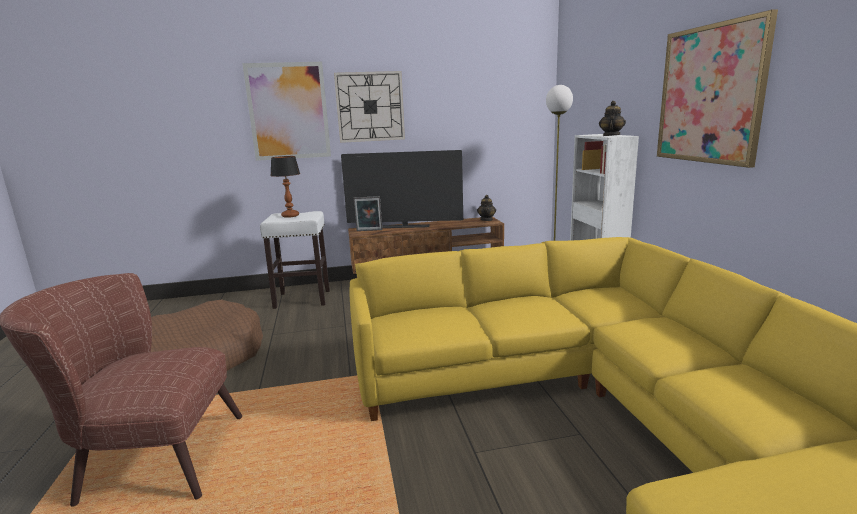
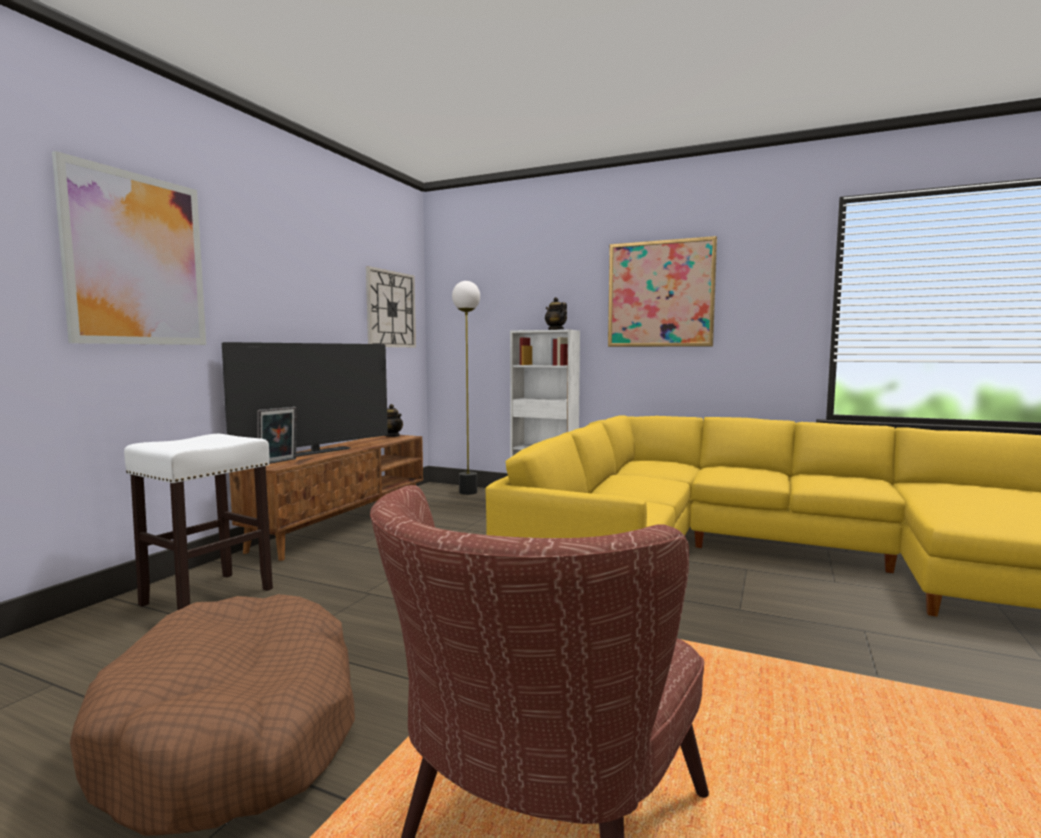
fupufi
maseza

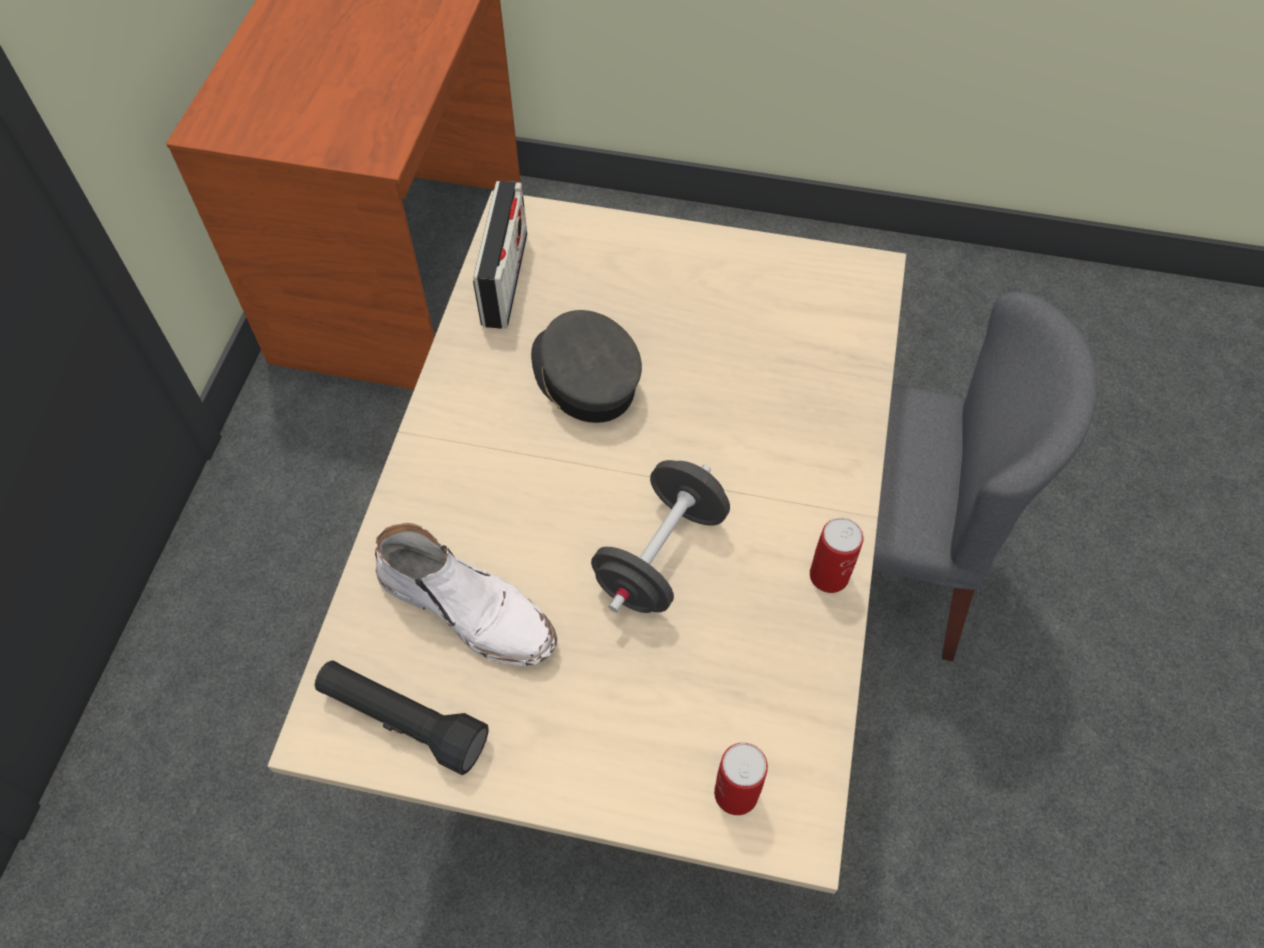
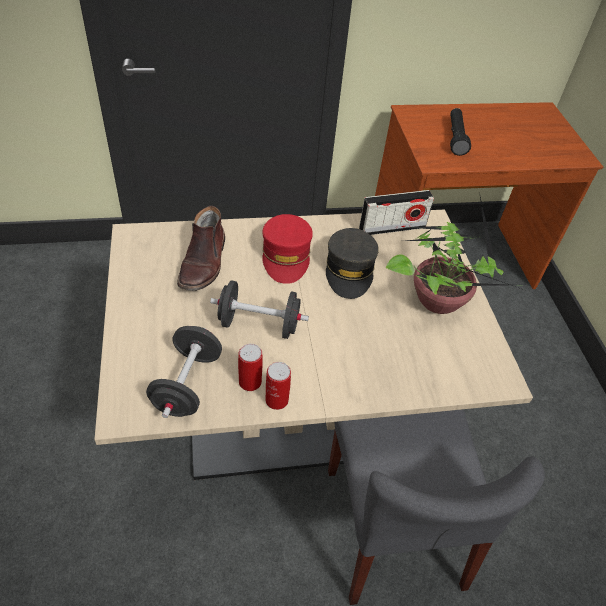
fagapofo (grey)
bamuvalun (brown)
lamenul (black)
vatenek (no. 1 from left)
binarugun
fagapofo (red)
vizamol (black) (no. 1 from left)

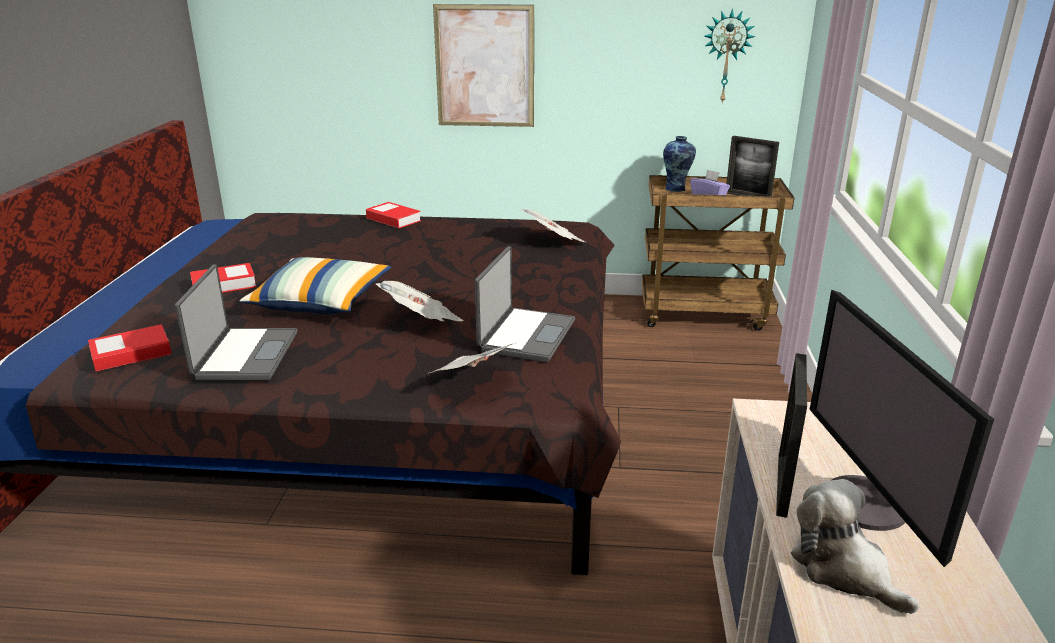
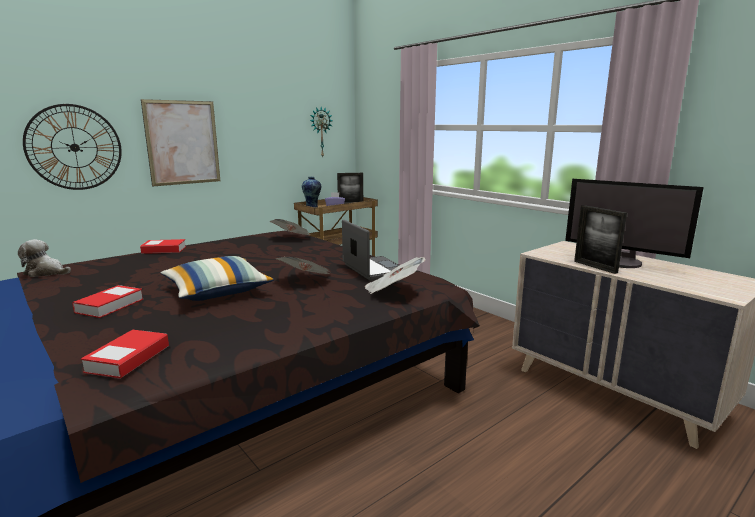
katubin (no. 1 from left in the first image)
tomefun
fupufi (no. 1 from left)

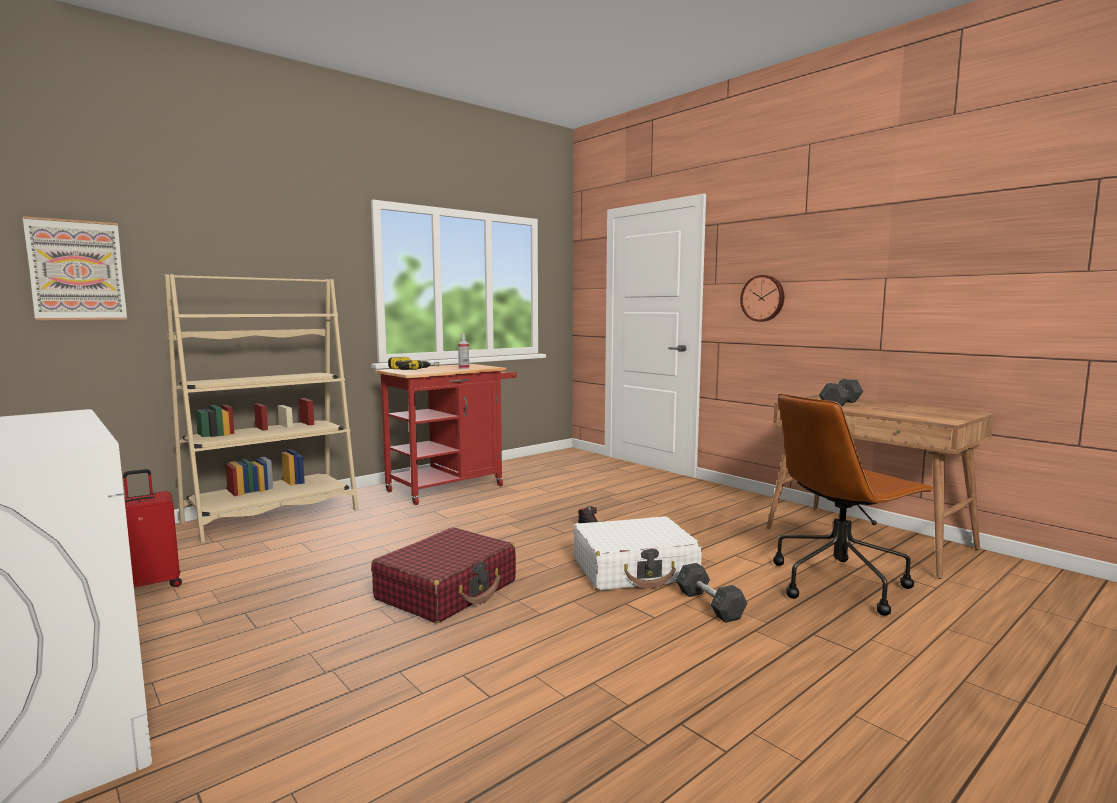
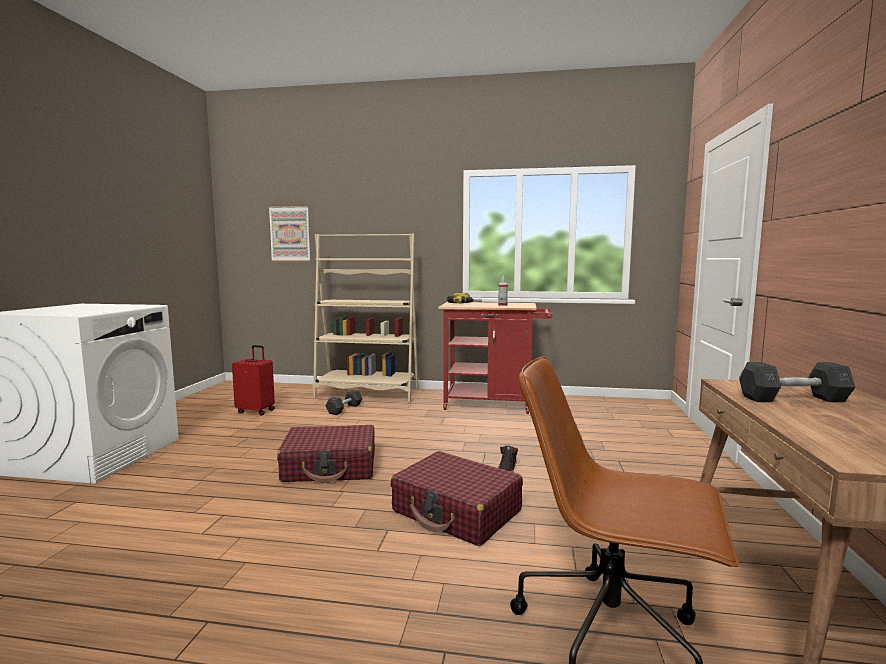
fupufi
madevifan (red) (no. 3 from left)
vizamol (grey) (no. 1 from left)

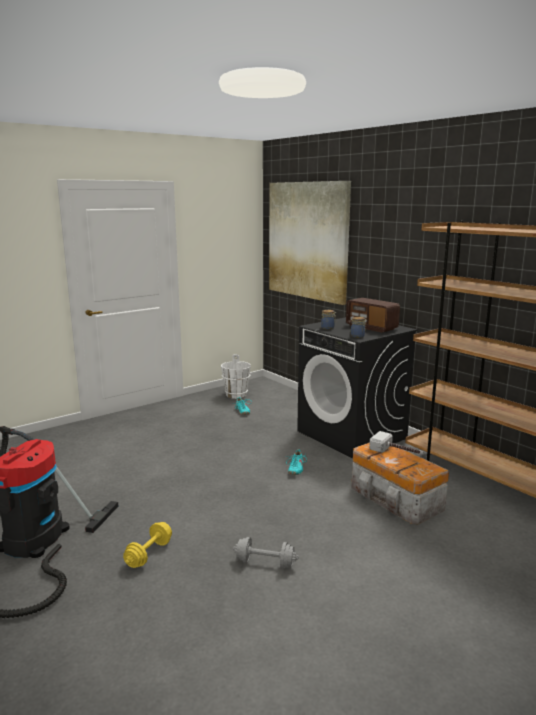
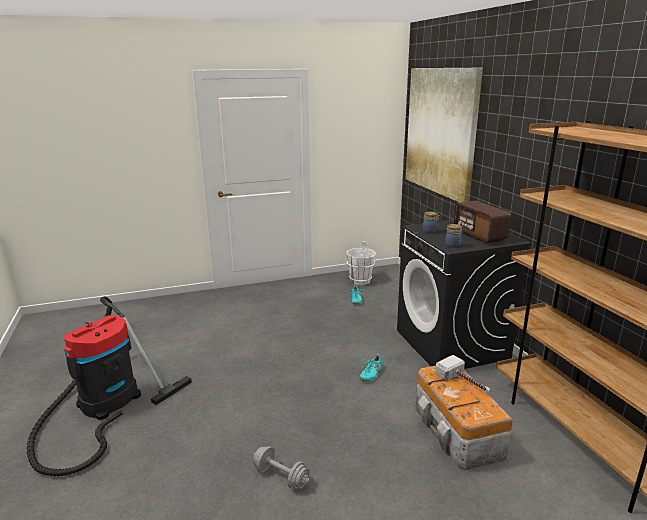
vizamol (yellow)

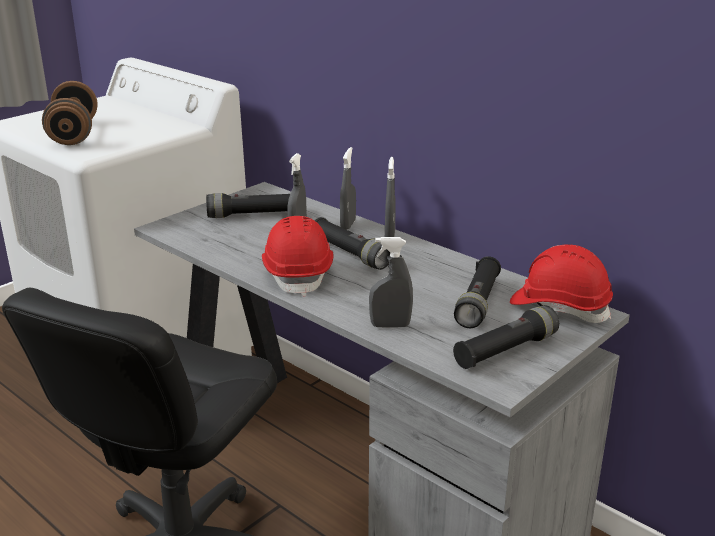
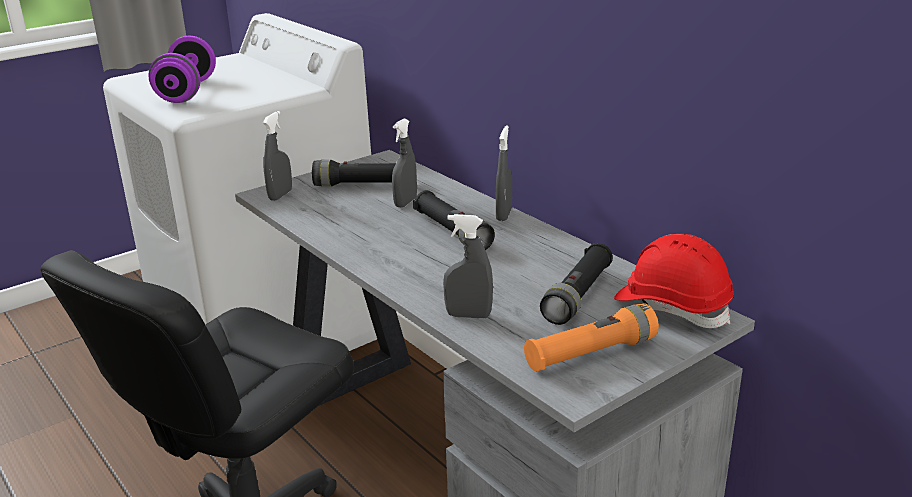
vizamol (purple)
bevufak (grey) (no. 1 from left)
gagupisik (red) (no. 1 from left in the first image)
lamenul (orange)

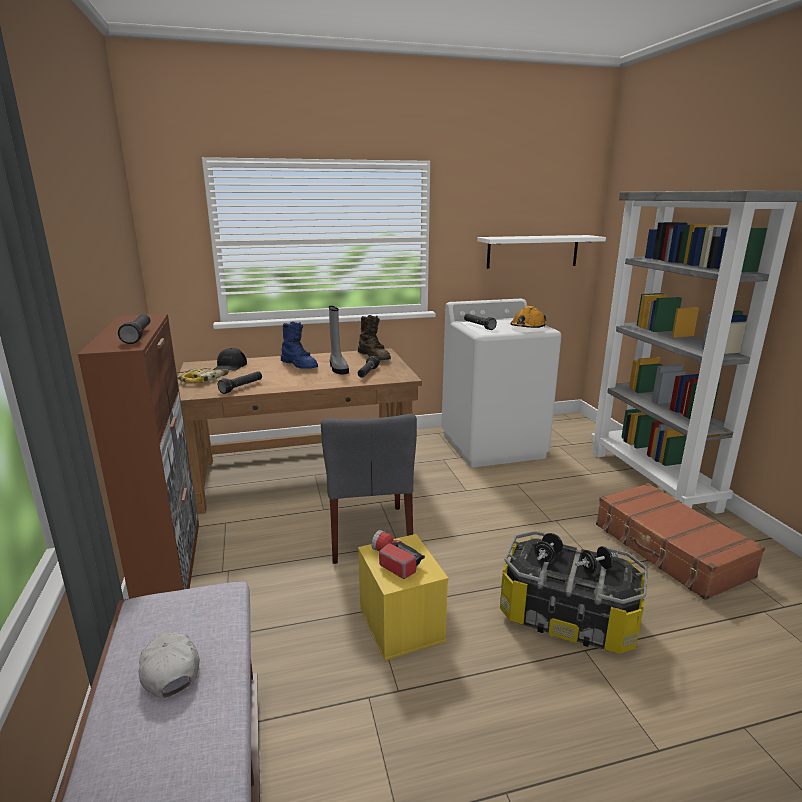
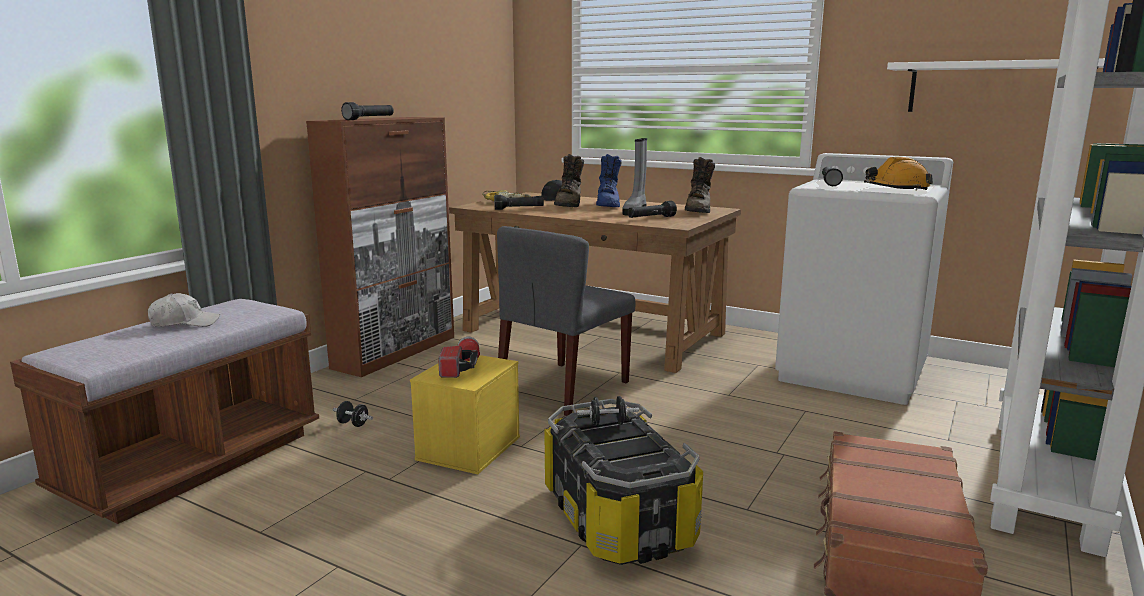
vizamol (black) (no. 1 from left)
fagapofo (white)
bamuvalun (brown) (no. 1 from left)

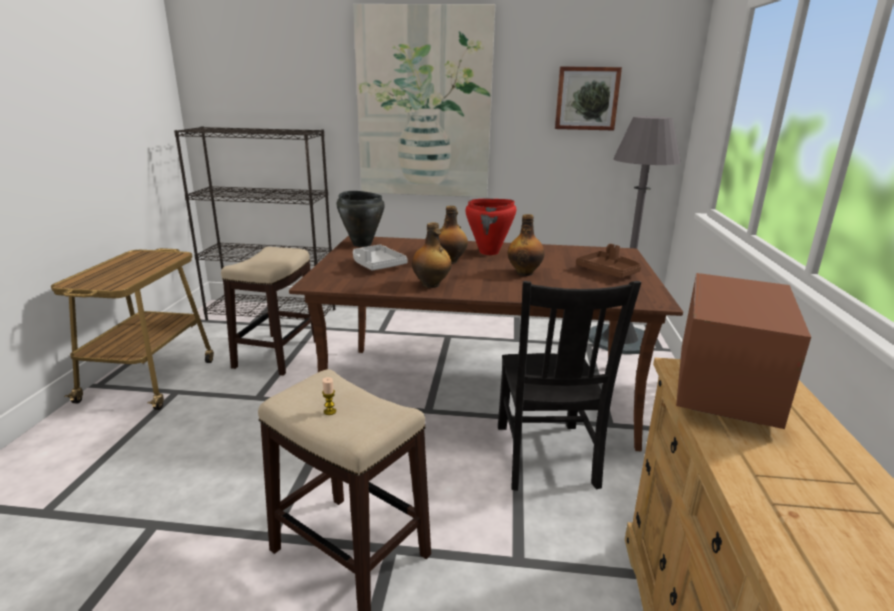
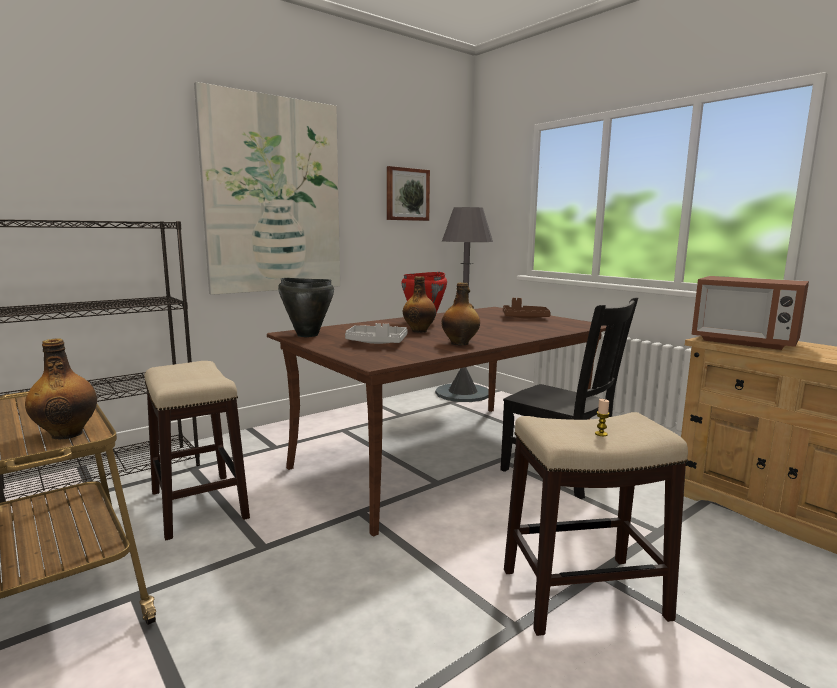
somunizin (no. 1 from left)
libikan

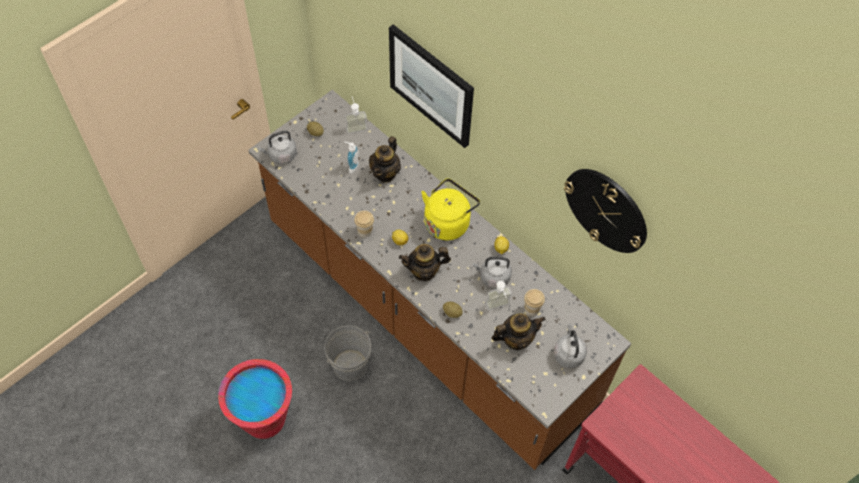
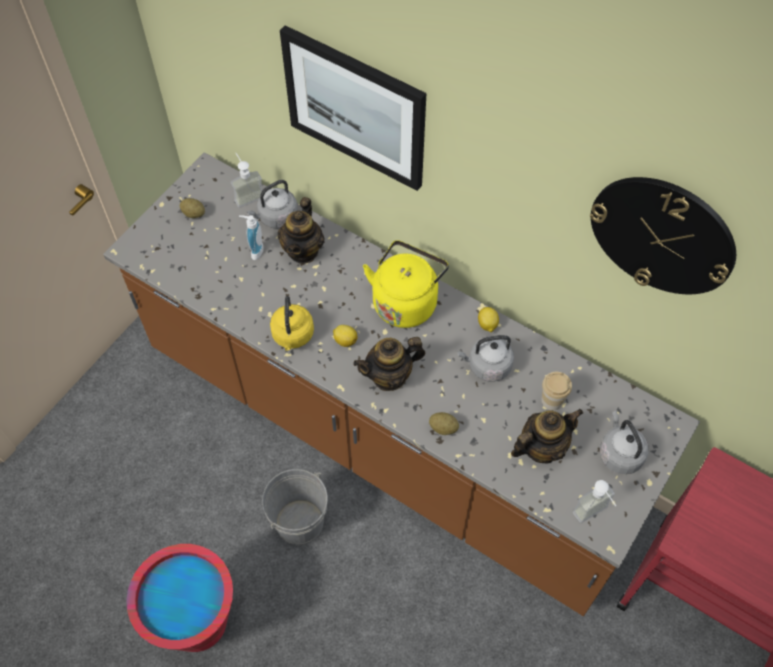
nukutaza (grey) (no. 1 from left)
nukutaza (yellow) (no. 1 from left)
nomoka (no. 3 from left)

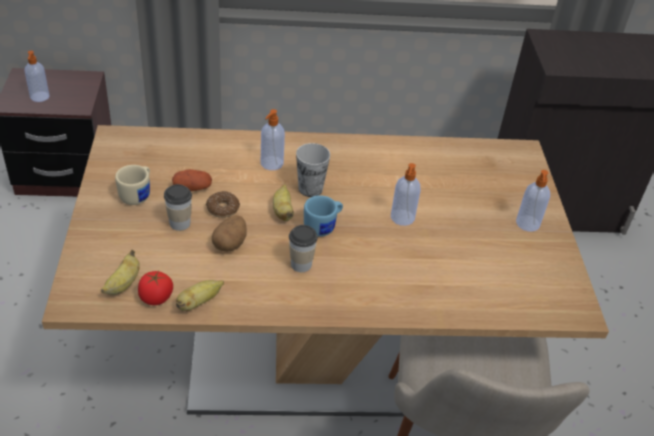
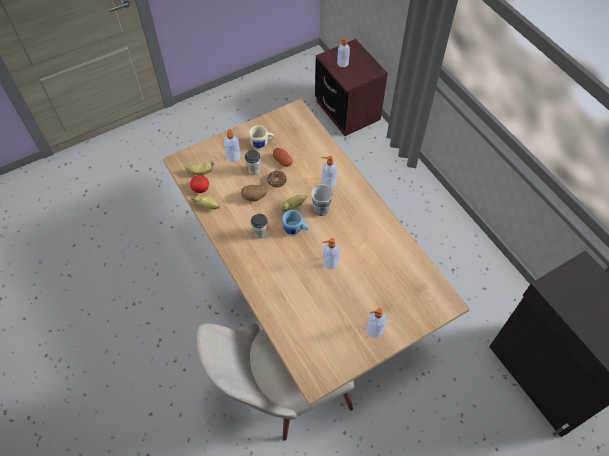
nomoka (no. 1 from left)

